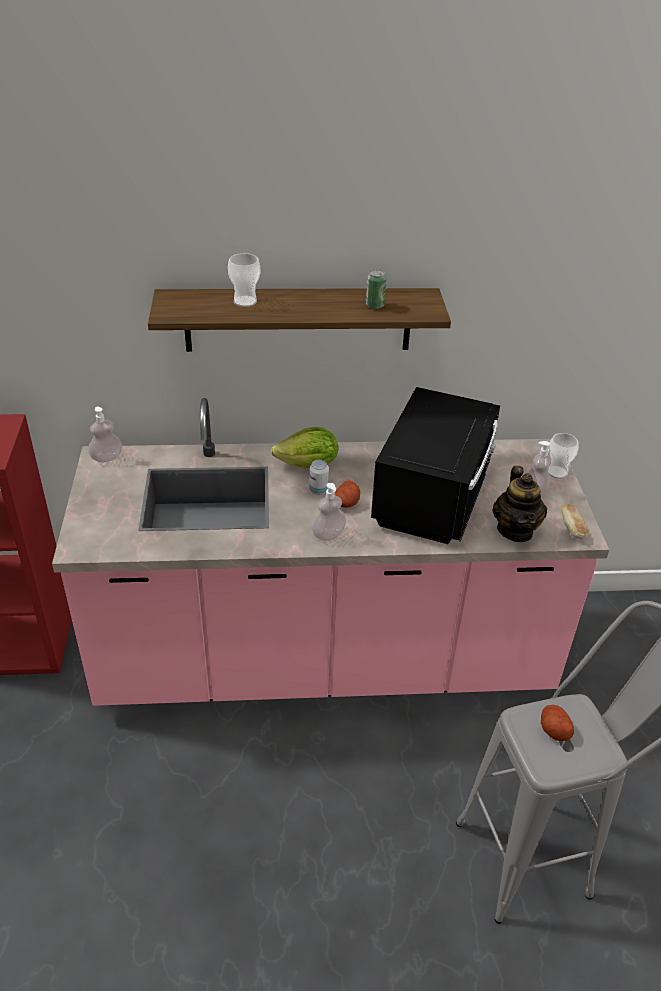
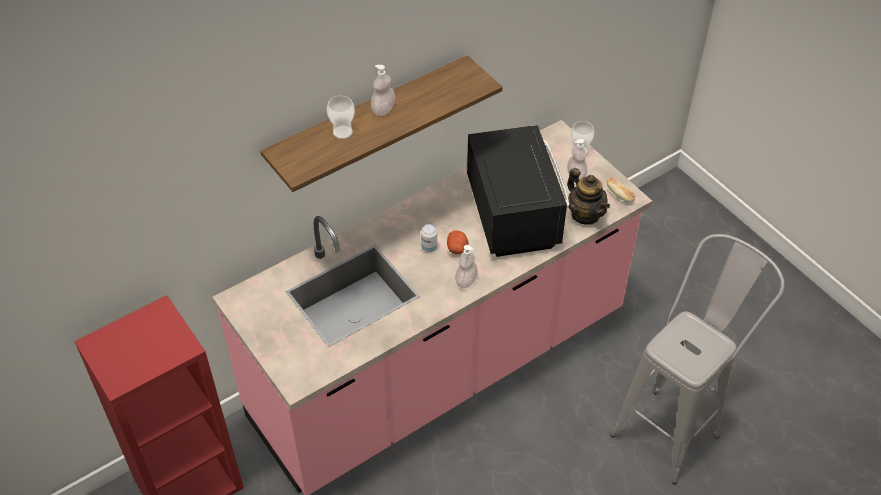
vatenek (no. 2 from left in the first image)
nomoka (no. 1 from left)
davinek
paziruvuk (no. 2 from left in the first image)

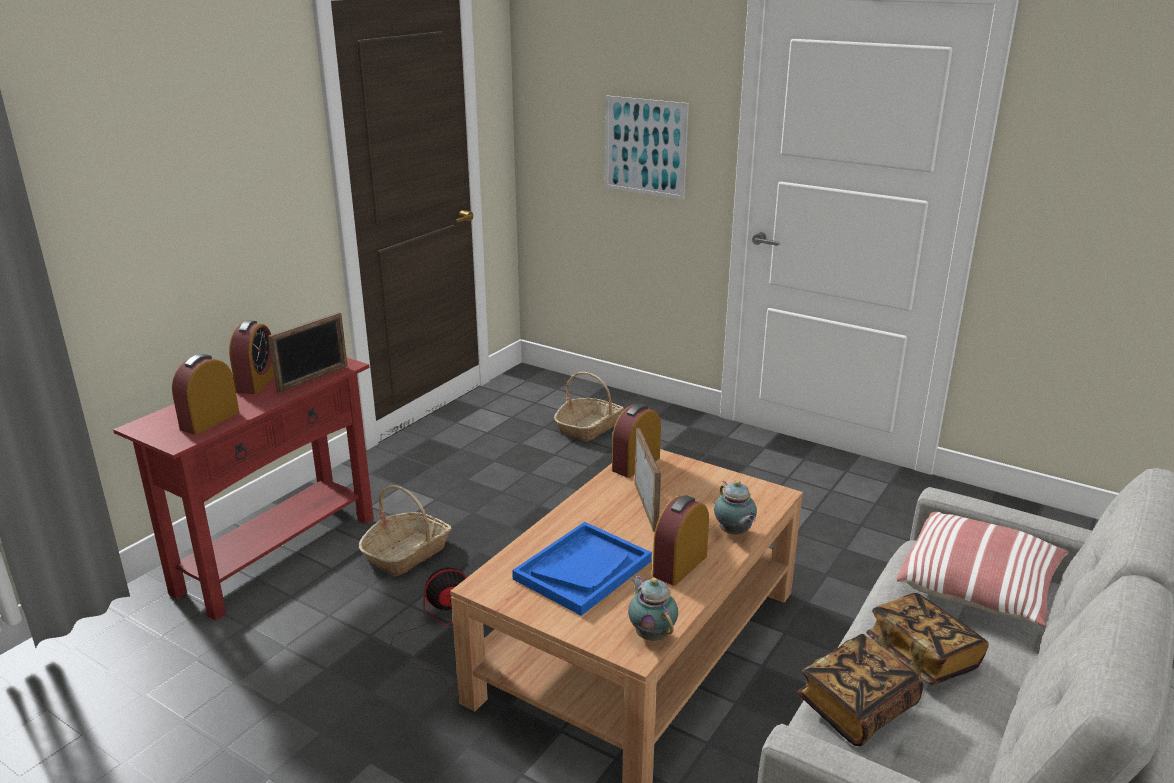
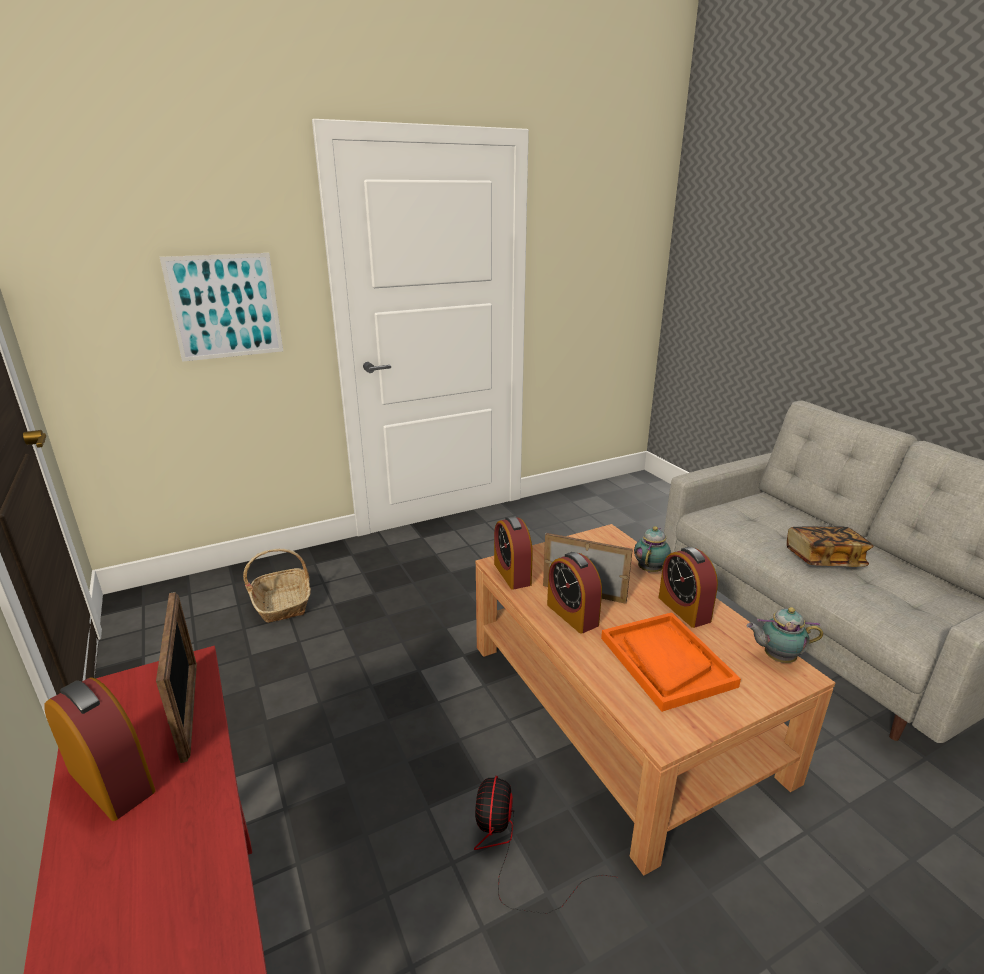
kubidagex (no. 3 from left)
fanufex (no. 1 from left)
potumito (no. 1 from left in the first image)
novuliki
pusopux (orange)
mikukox (no. 1 from left in the first image)

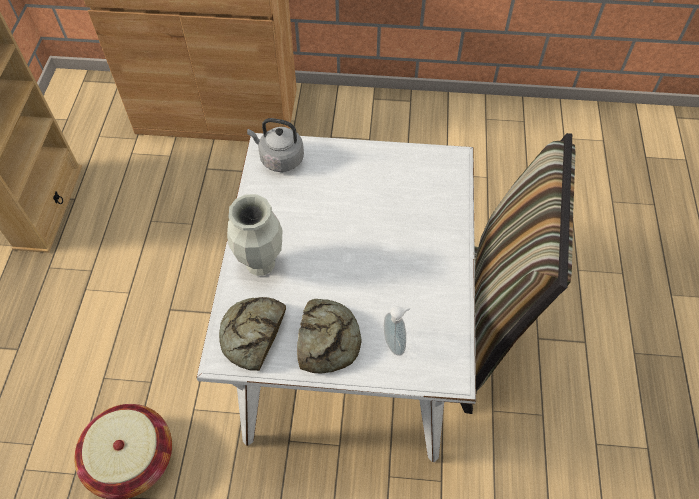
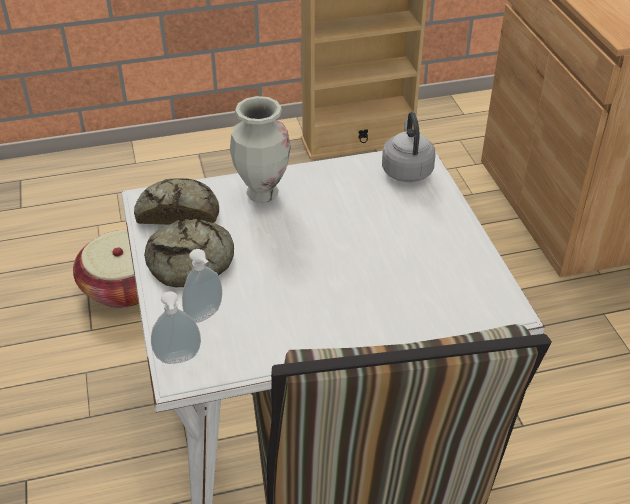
nomoka (no. 1 from left)

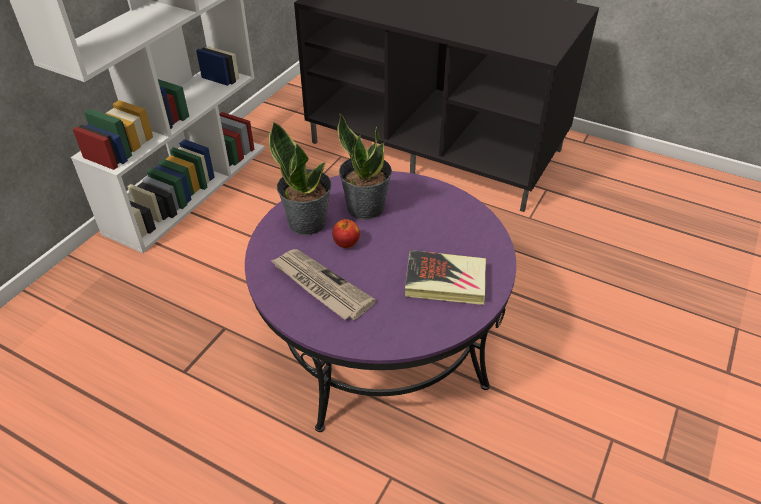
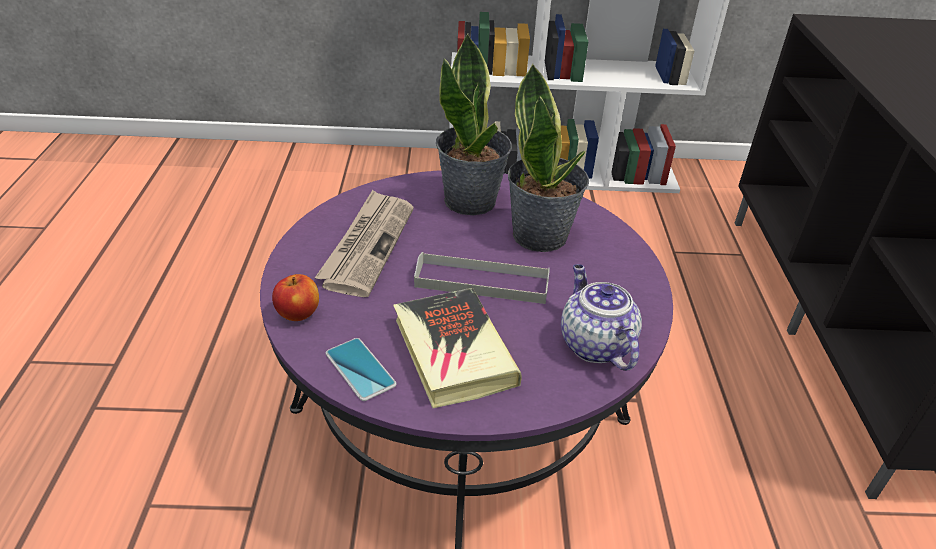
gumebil
pusopux (grey)
fanufex
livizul

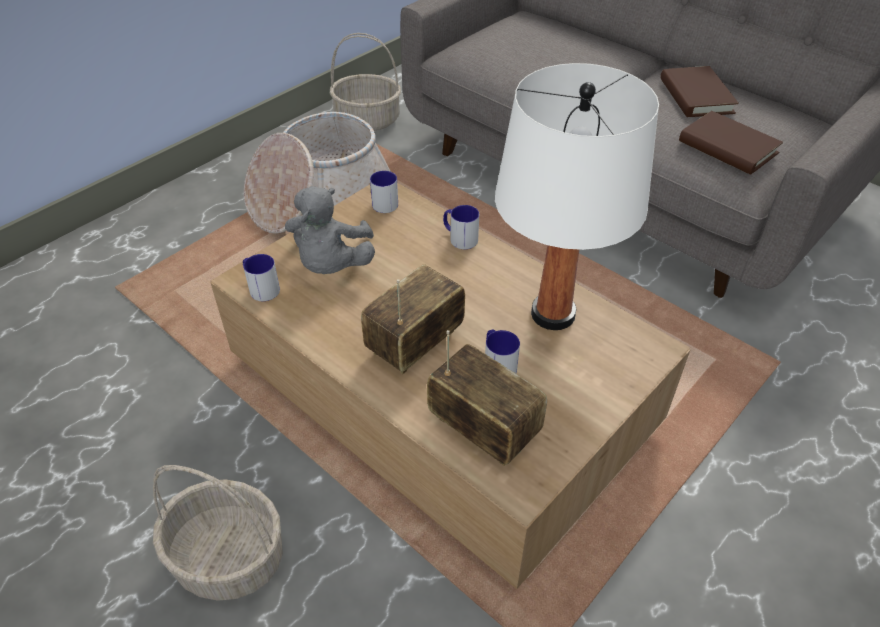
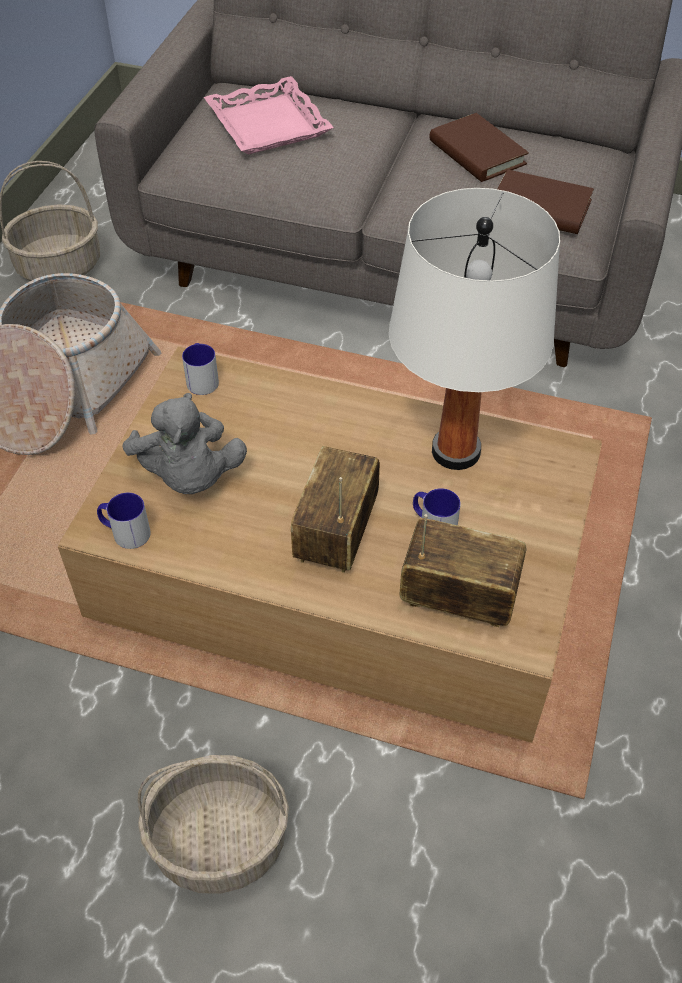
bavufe (no. 3 from left in the first image)
pusopux (pink)

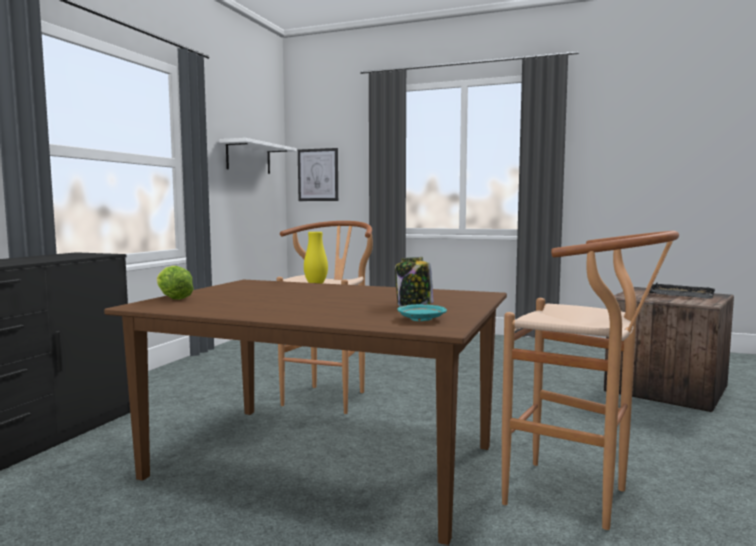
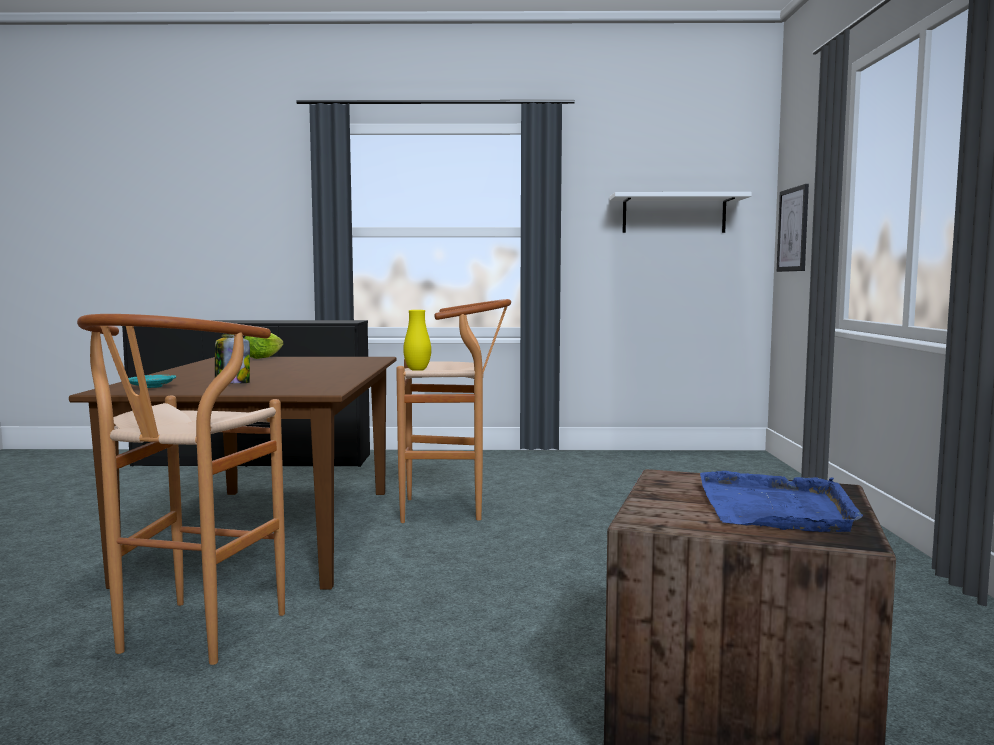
pusopux (blue)

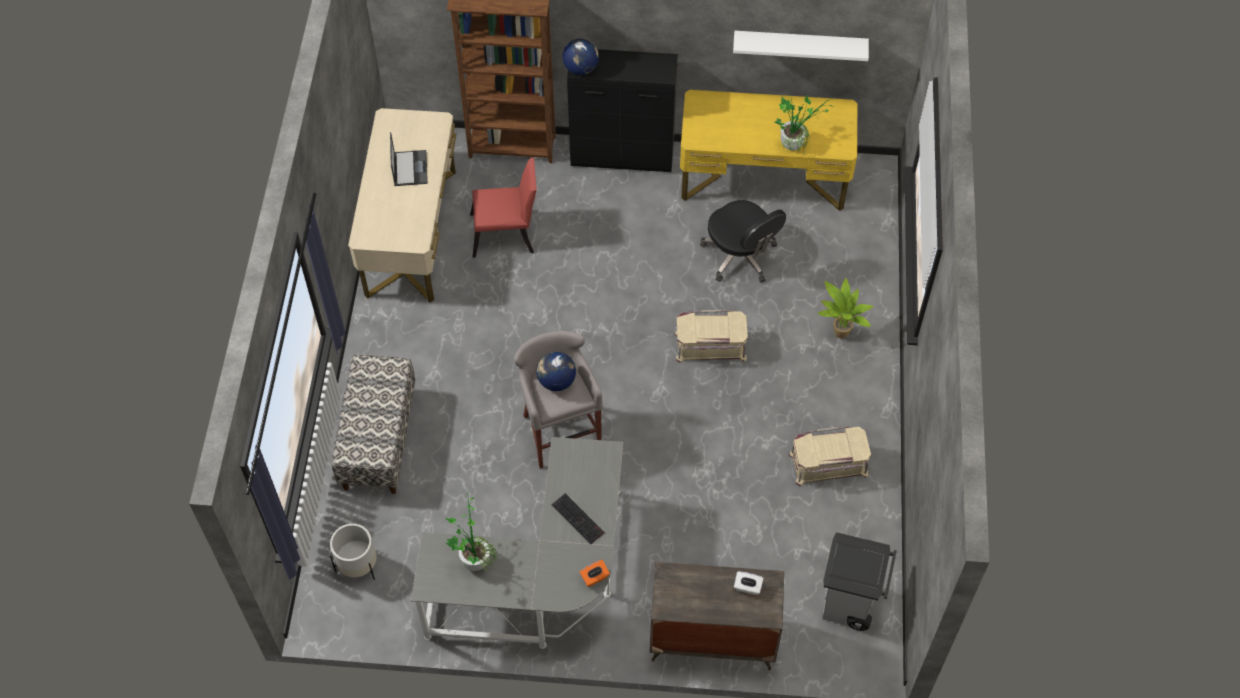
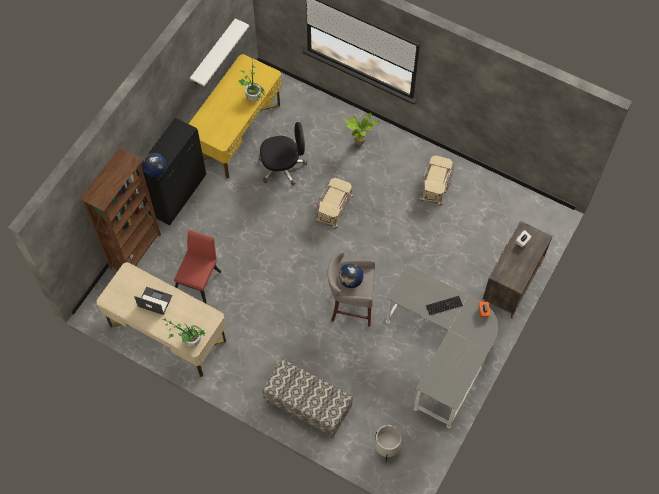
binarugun (no. 1 from left)
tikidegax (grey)

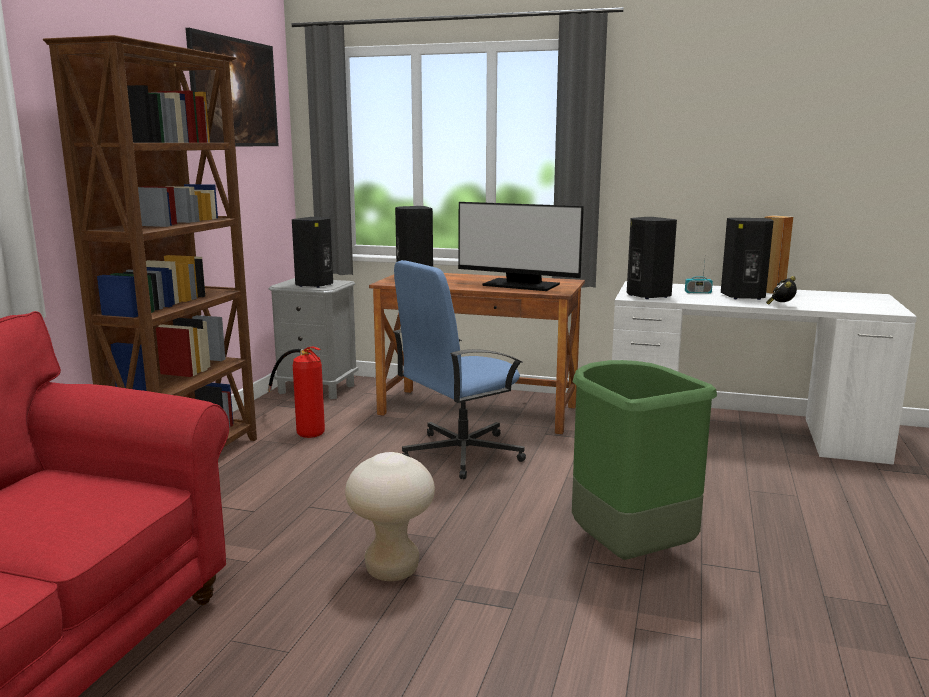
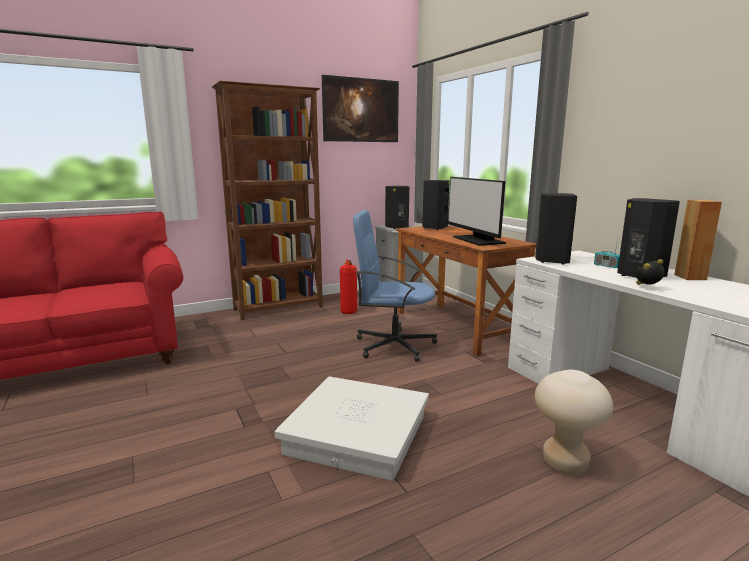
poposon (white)
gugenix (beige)

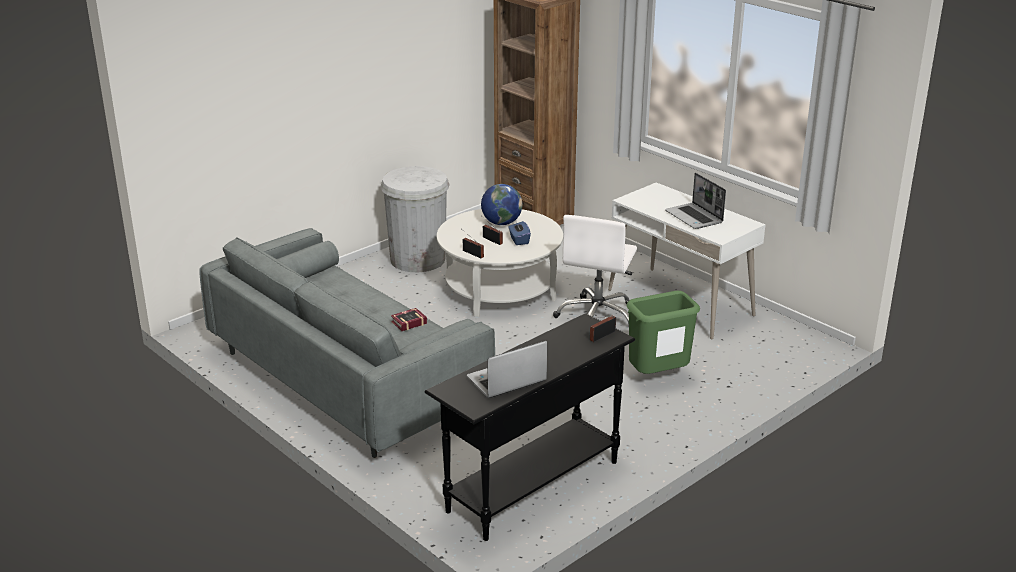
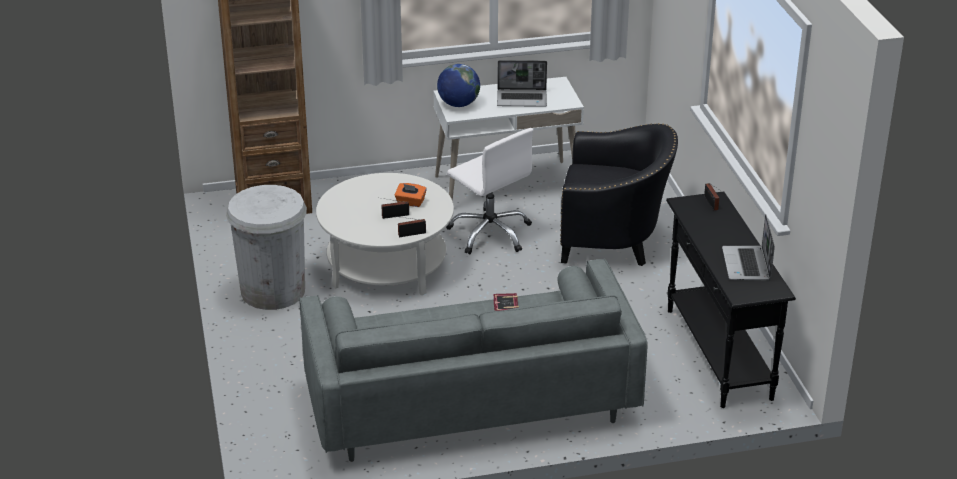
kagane
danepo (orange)
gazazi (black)

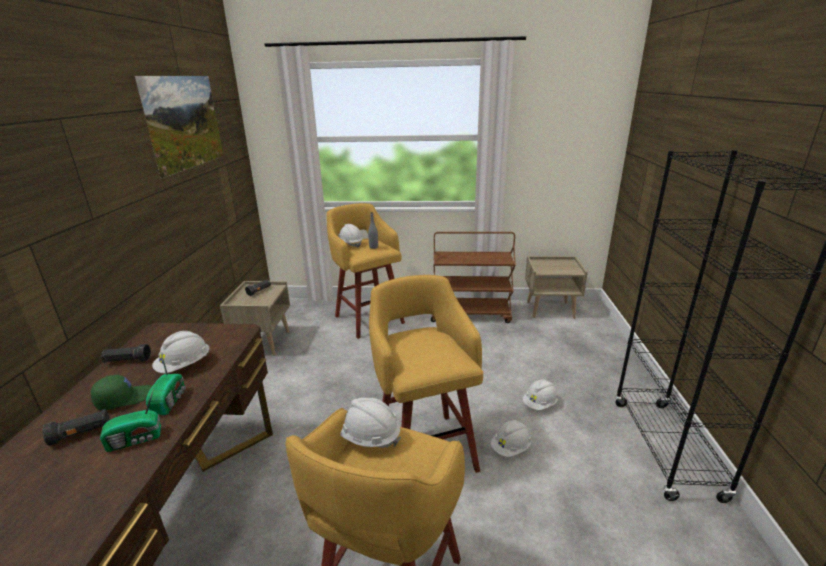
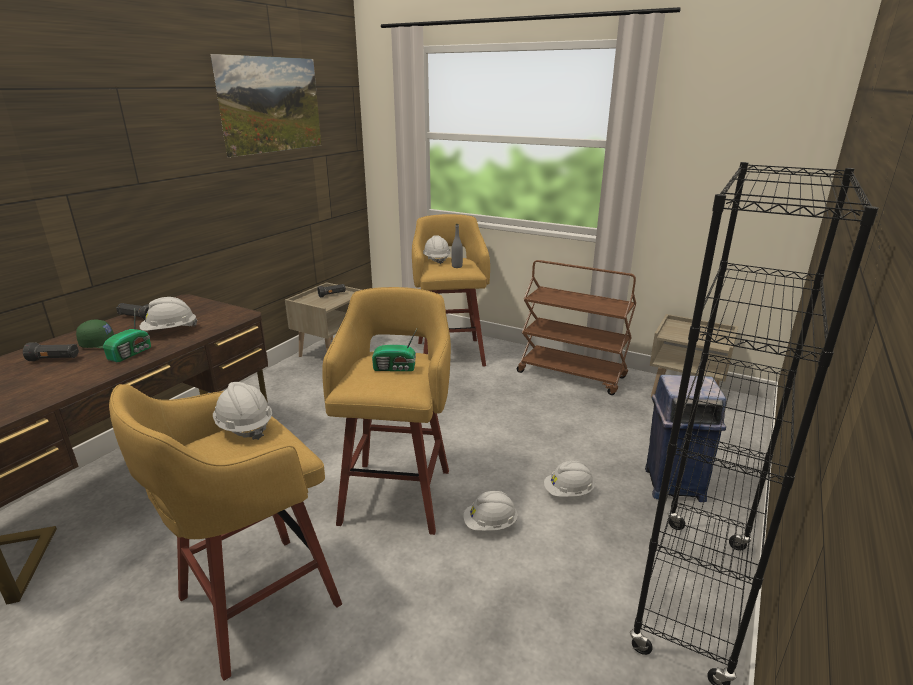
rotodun (no. 2 from left)
tikidegax (blue)

